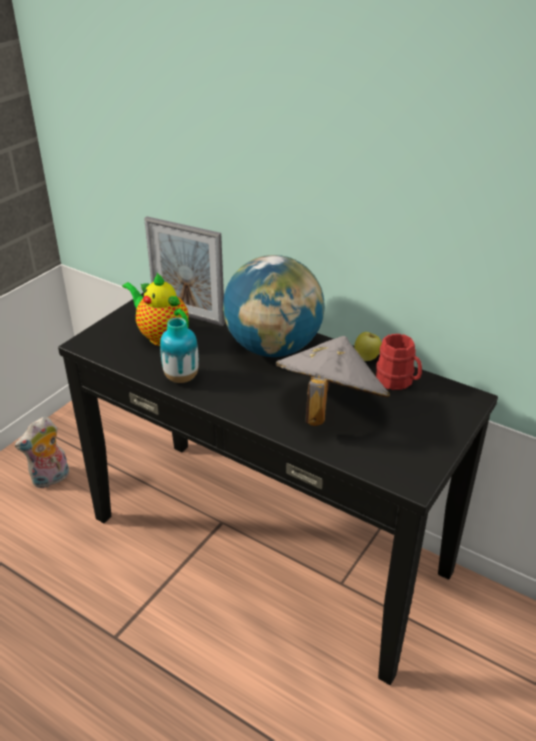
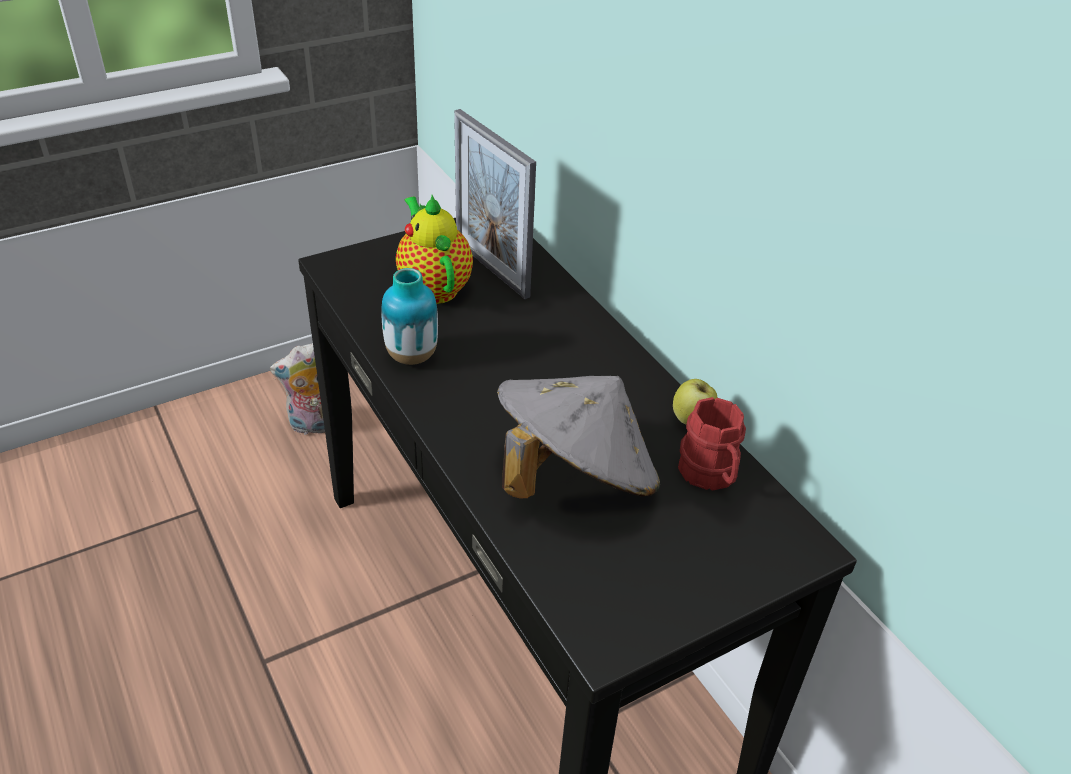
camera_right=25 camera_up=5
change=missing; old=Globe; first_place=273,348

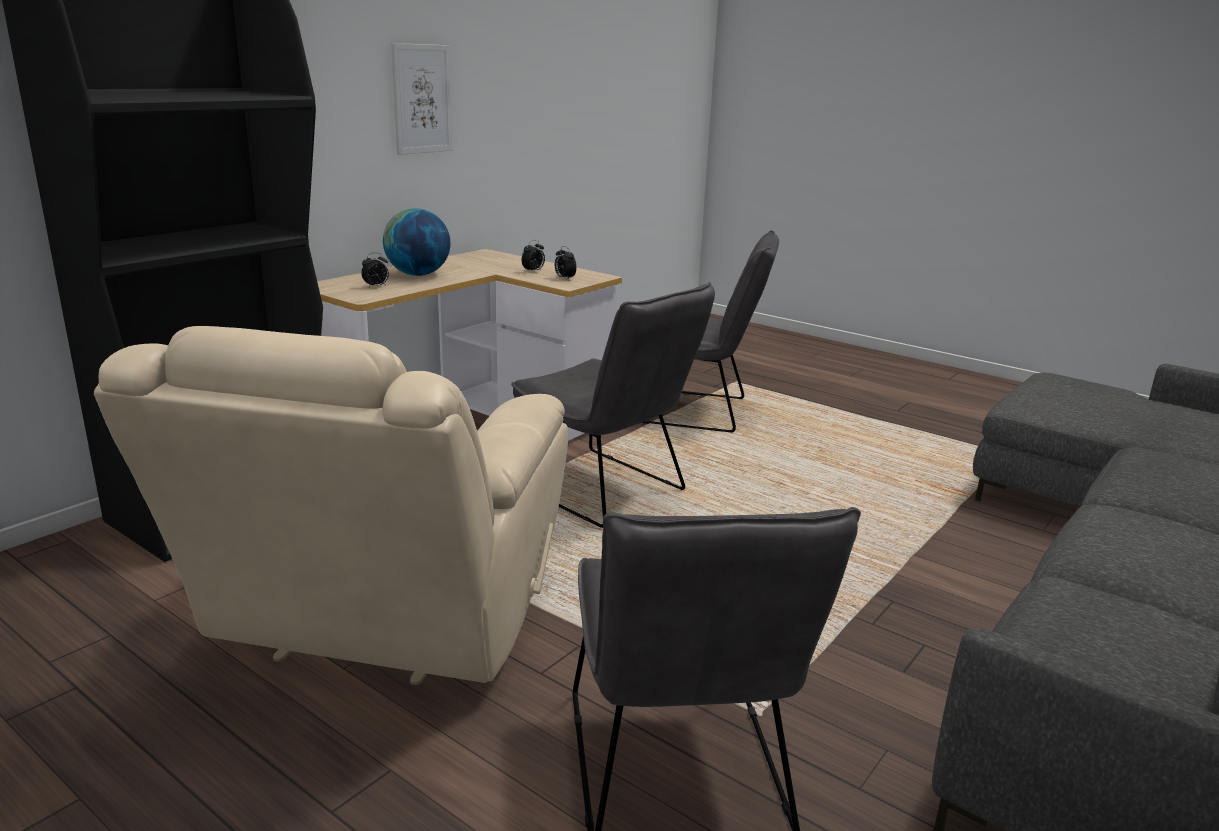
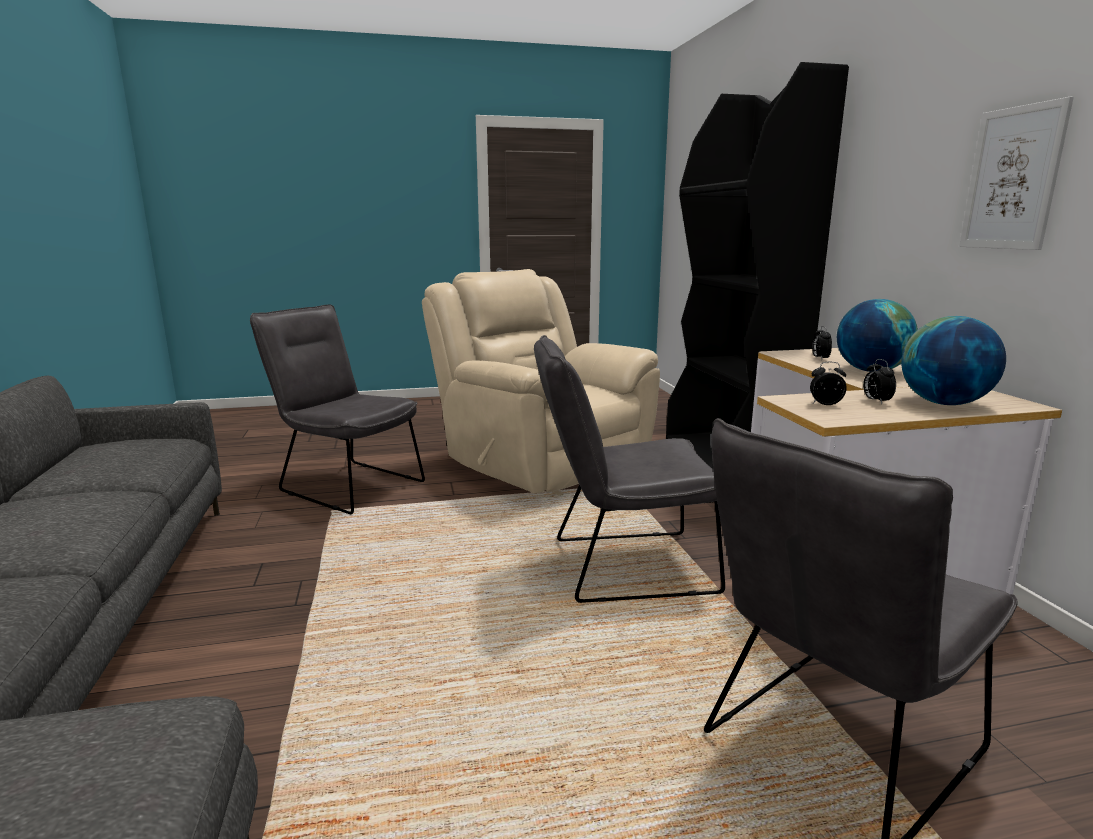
camera_right=130 camera_up=-5
change=appeared; new=Globe; second_place=943,403

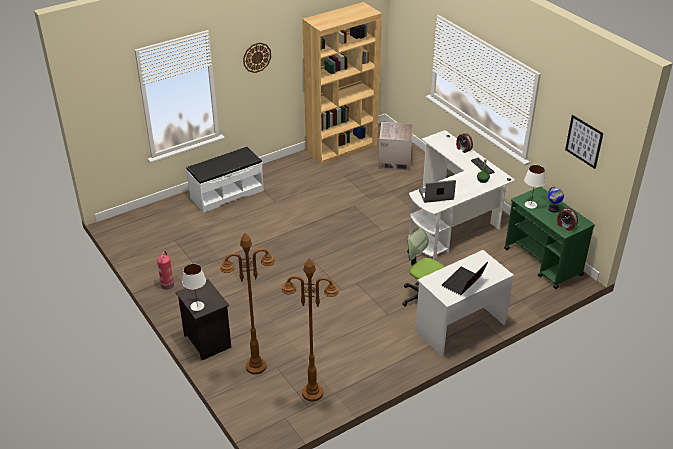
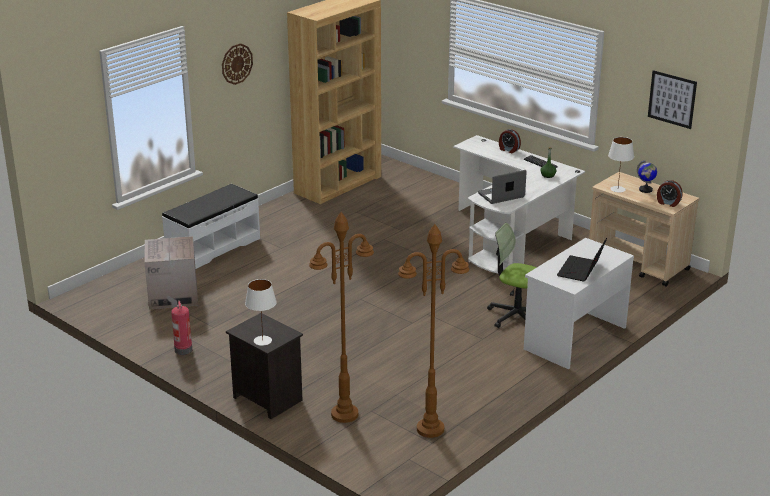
camera_right=-15 camera_up=-10
change=relocated; old=CardboardBox; first_place=394,160; second_place=173,295
change=colour; old=GreenCart; new=BeigeCart; first_place=543,262; second_place=638,264

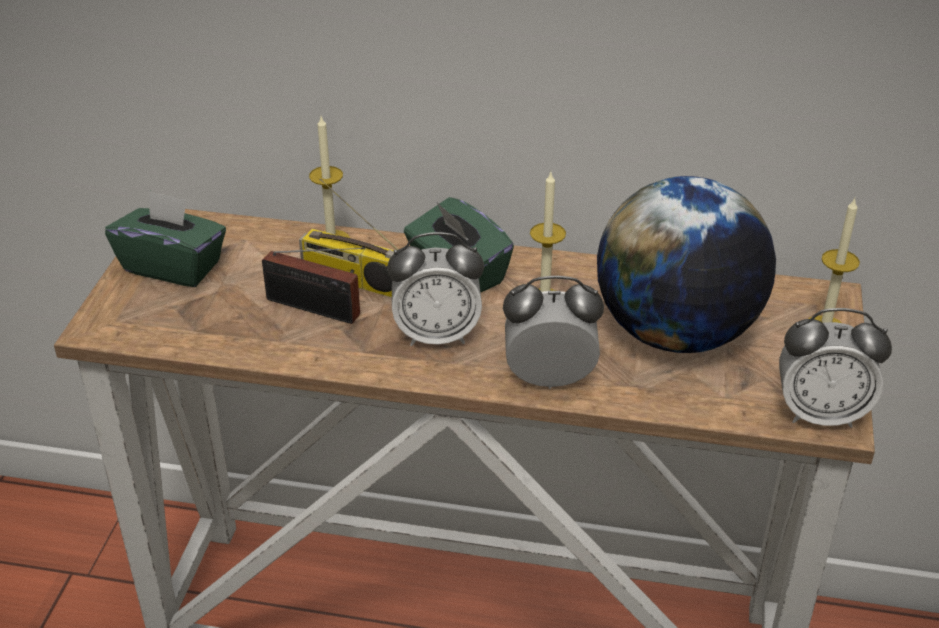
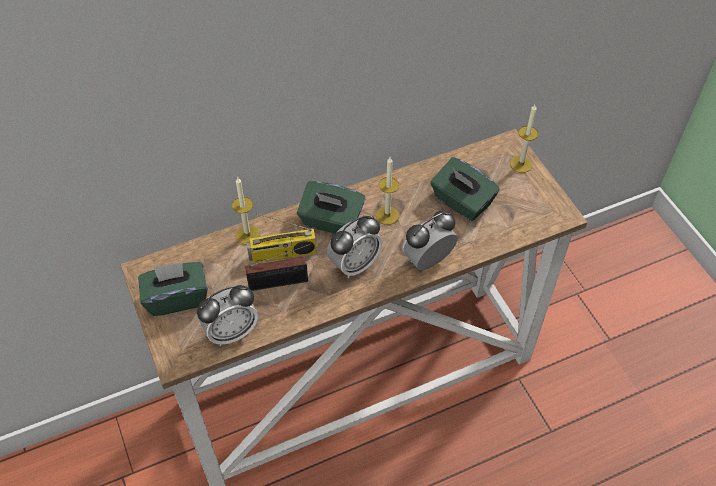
camera_right=-35 camera_up=15
change=relocated; old=AlarmClock; first_place=820,414; second_place=231,332
change=exchanged; old=Globe; new=GreenTissueBox; first_place=676,333; second_place=461,202

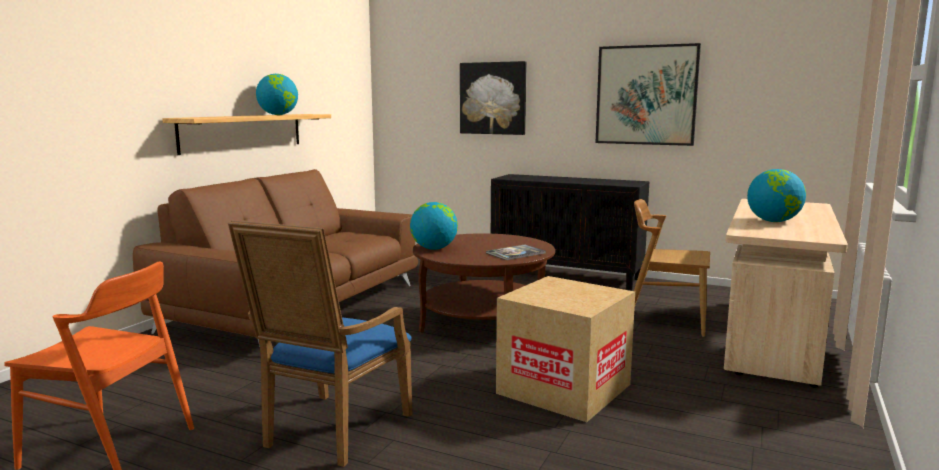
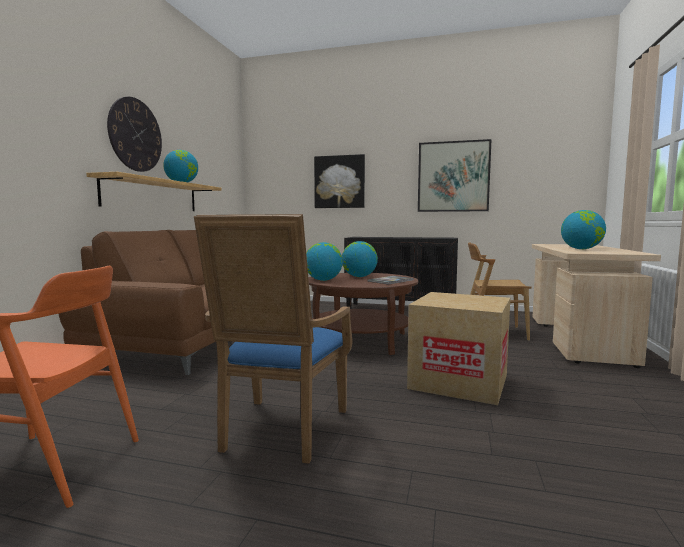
camera_right=-10 camera_up=-5
change=appeared; new=WallClock; second_place=135,135
change=appeared; new=Globe; second_place=359,277

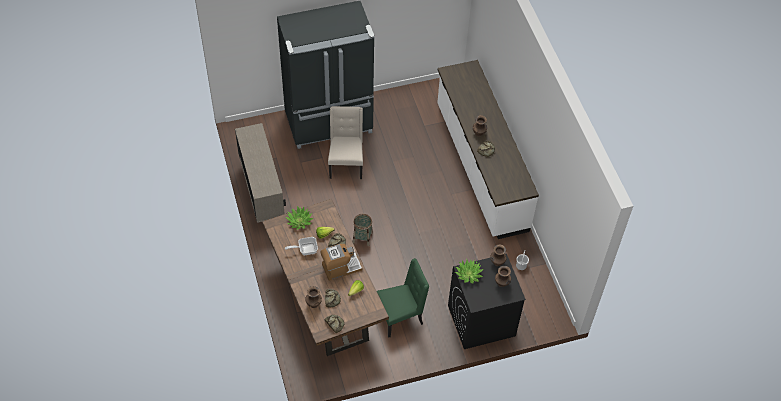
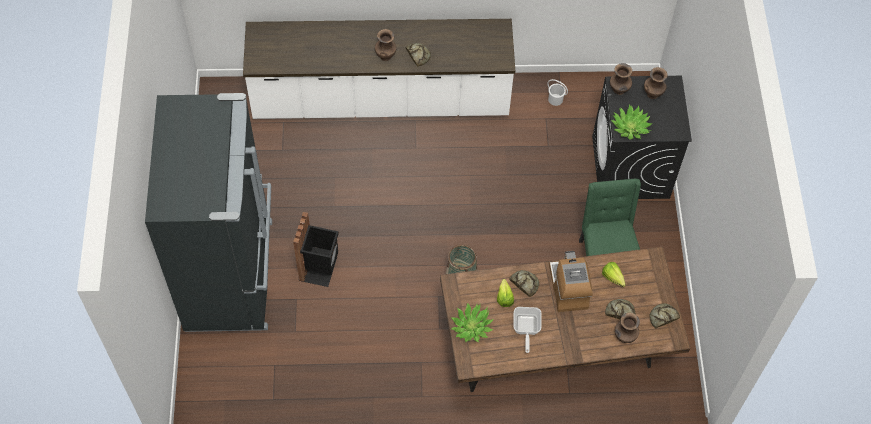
camera_right=-75 camera_up=5
change=exchanged; old=BeigeChair; new=BlackTrashCan; first_place=346,164; second_place=320,269
change=missing; old=BeigeCabinet; first_place=262,195

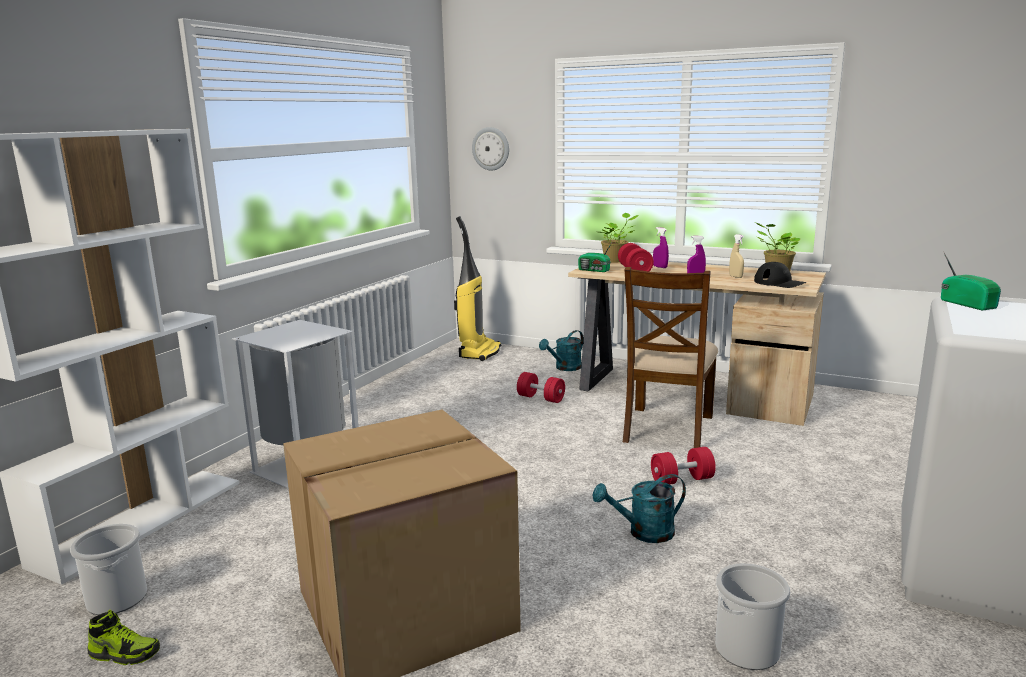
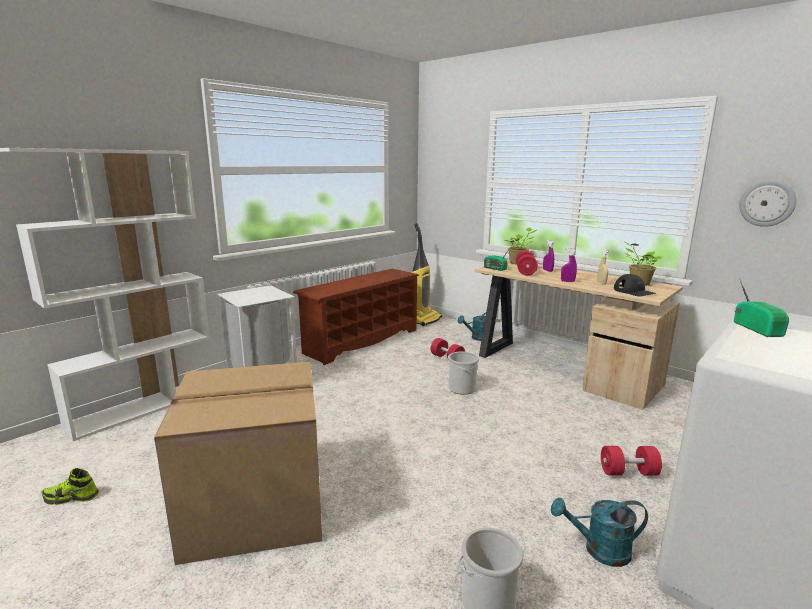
camera_right=15 camera_up=0
change=spun; old=Shoe; first_place=125,654; second_place=71,498; degrees=150
change=appeared; new=BrownShoeRack; second_place=361,341
change=relocated; old=Bucket; first_place=116,599; second_place=461,388
change=relocated; old=TurquoiseWateringCan; first_place=643,533; second_place=599,550
change=relocated; old=RedDumbbell; first_place=682,480; second_place=628,472
change=relocated; old=WallClock; first_place=491,148; second_place=767,203
change=missing; old=BrownChair; first_place=667,428

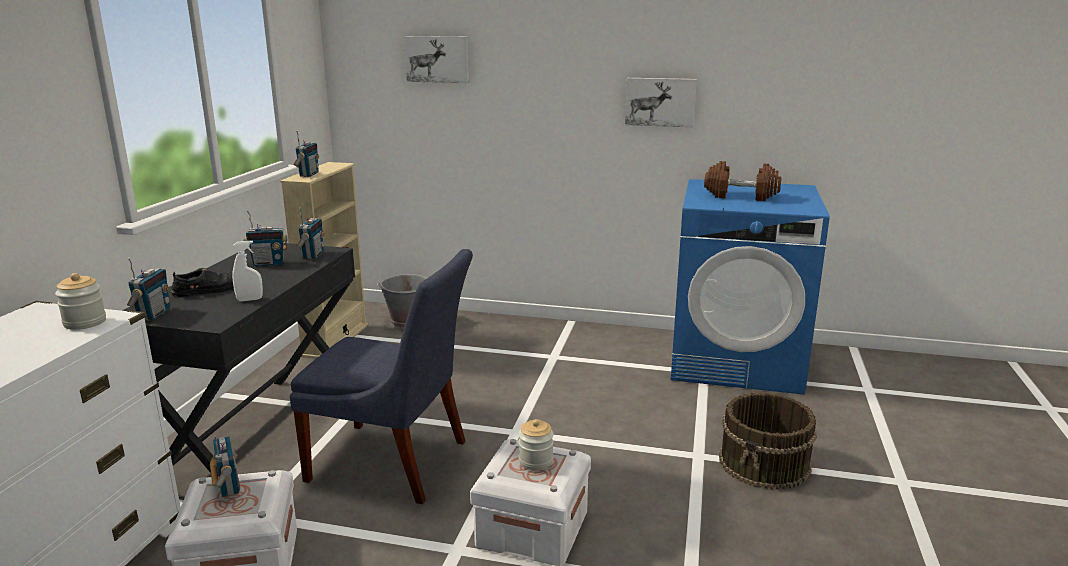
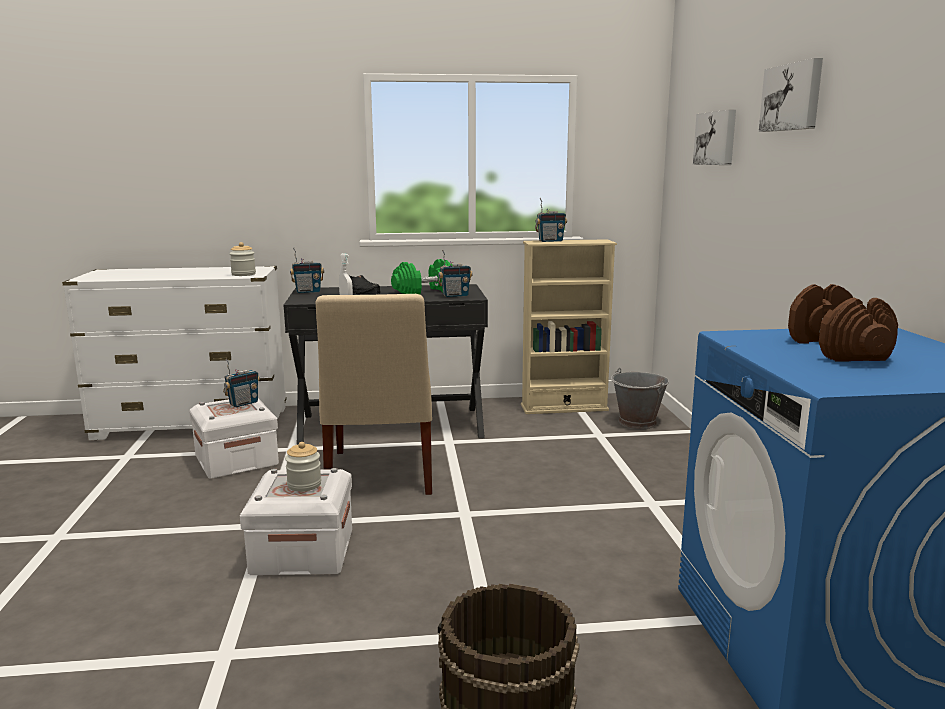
camera_right=70 camera_up=-5
change=colour; old=BlueChair; new=BeigeChair; first_place=394,463; second_place=379,475
change=exchanged; old=Radio; new=GreenDumbbell; first_place=268,263; second_place=425,292
change=relocated; old=Picture; first_place=660,102; second_place=792,97

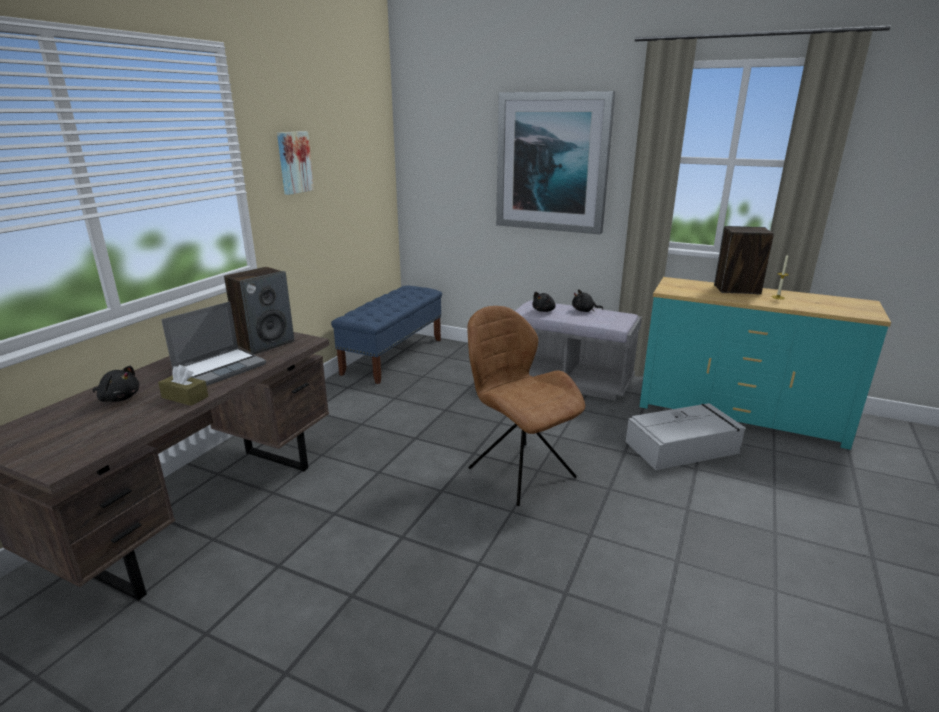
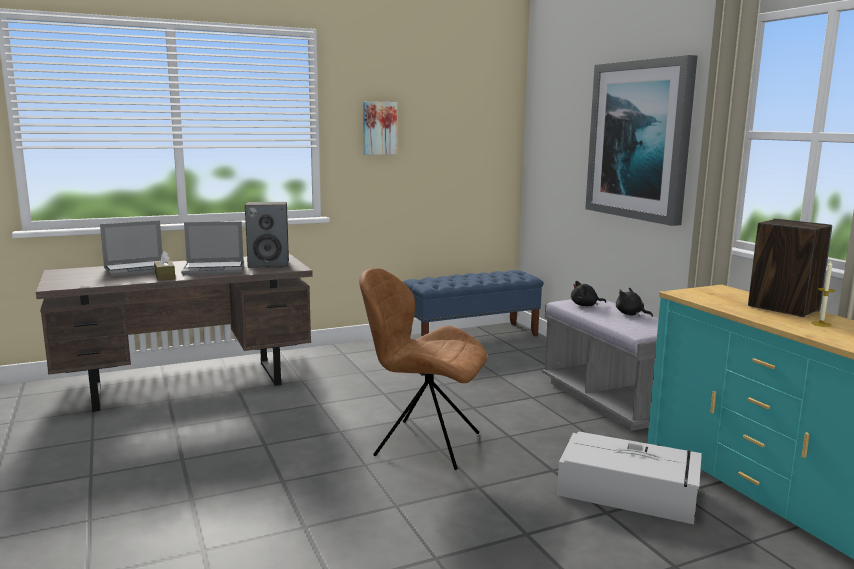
camera_right=40 camera_up=-10
change=exchanged; old=BlackPlushToy; new=Laptop; first_place=119,398; second_place=138,270
change=spun; old=BrownChair; first_place=519,471; second_place=423,443; degrees=-75

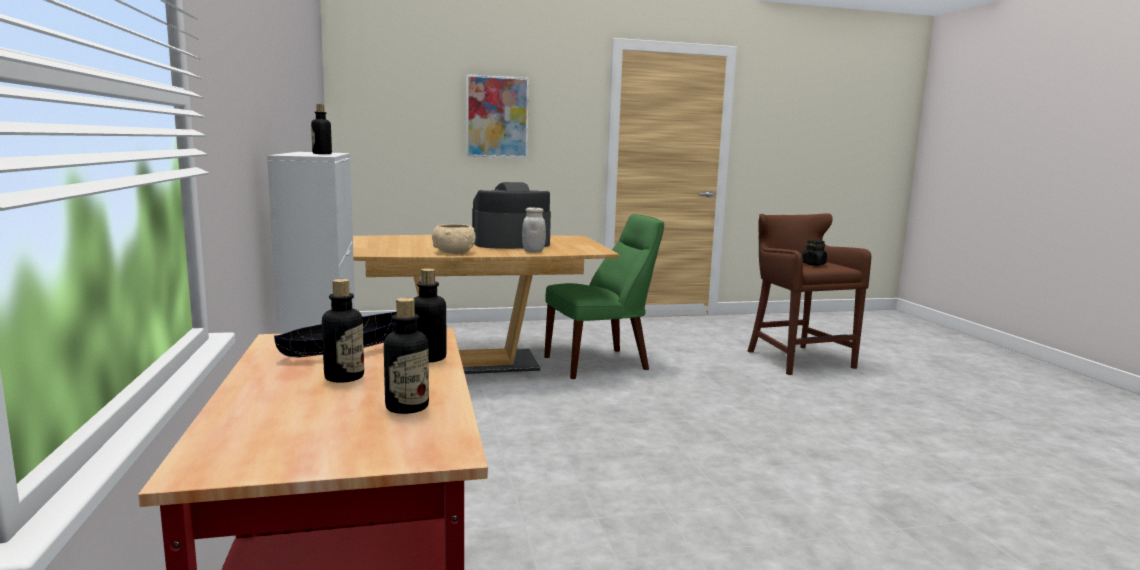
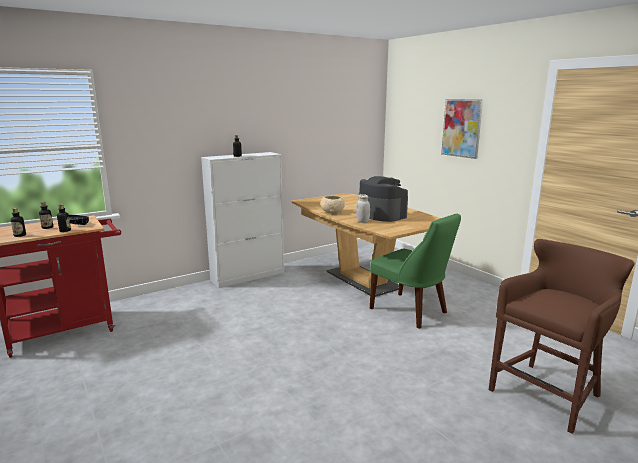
camera_right=70 camera_up=5
change=missing; old=BlackJar; first_place=813,264

